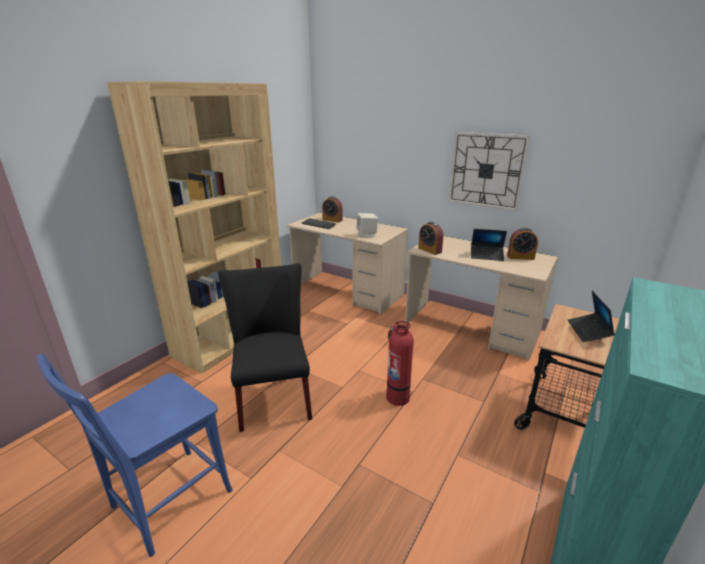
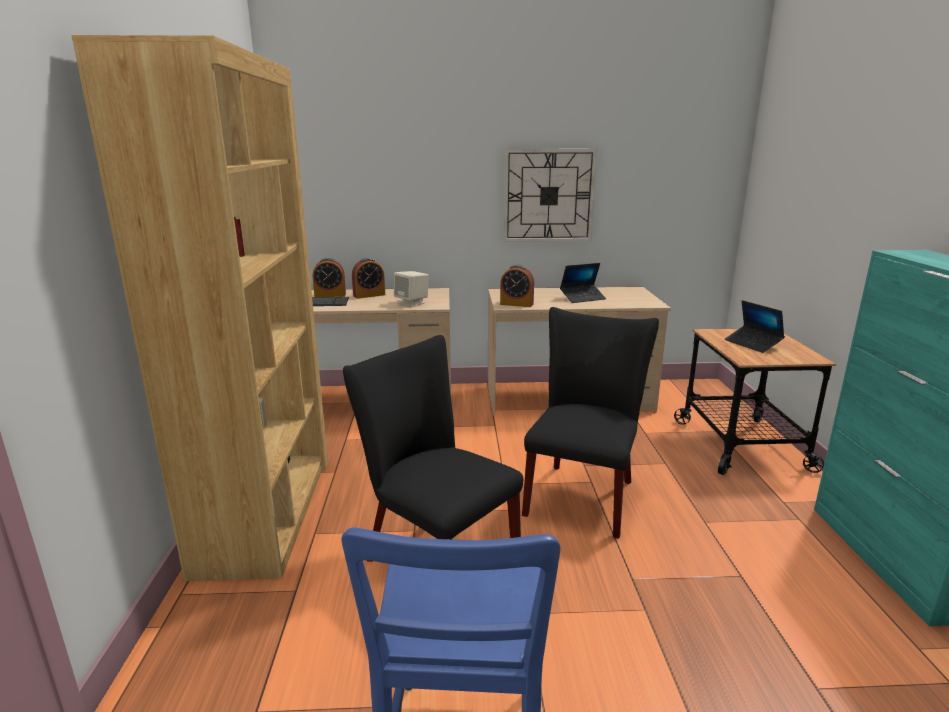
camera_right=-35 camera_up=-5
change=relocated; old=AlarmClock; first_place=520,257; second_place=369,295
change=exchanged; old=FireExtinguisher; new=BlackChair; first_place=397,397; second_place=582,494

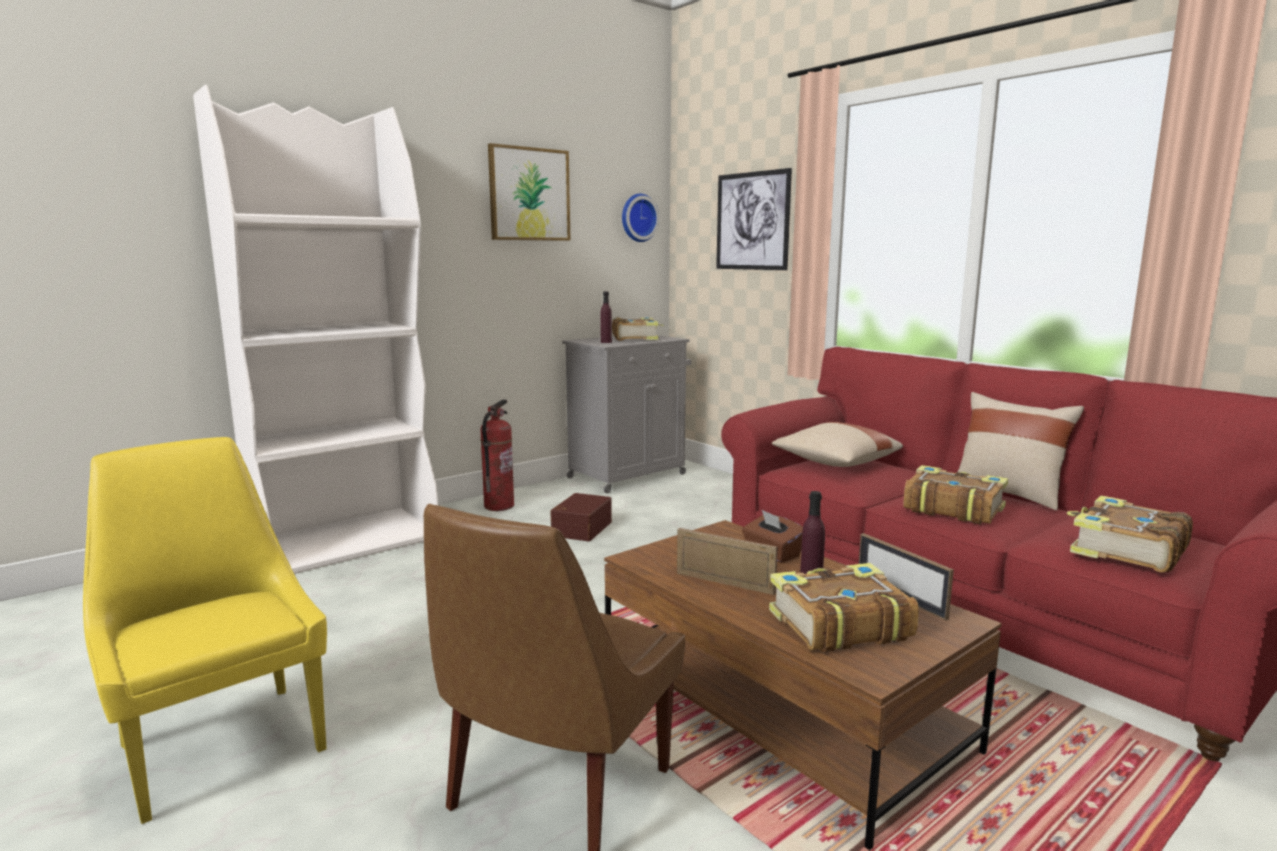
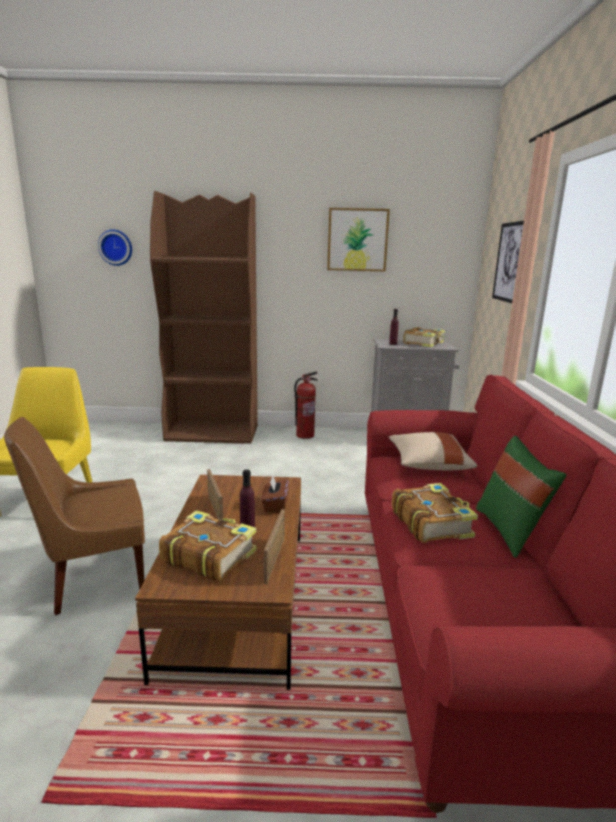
camera_right=40 camera_up=5
change=relocated; old=WallClock; first_place=637,218; second_place=116,247
change=colour; old=WhiteBookcase; new=BrownBookcase; first_place=347,542; second_place=213,433
change=colour; old=BeigePillow; new=GreenPillow; first_place=1008,494; second_place=510,531
change=missing; old=BrownStorageBox; first_place=580,528
change=missing; old=Book; first_place=1125,550

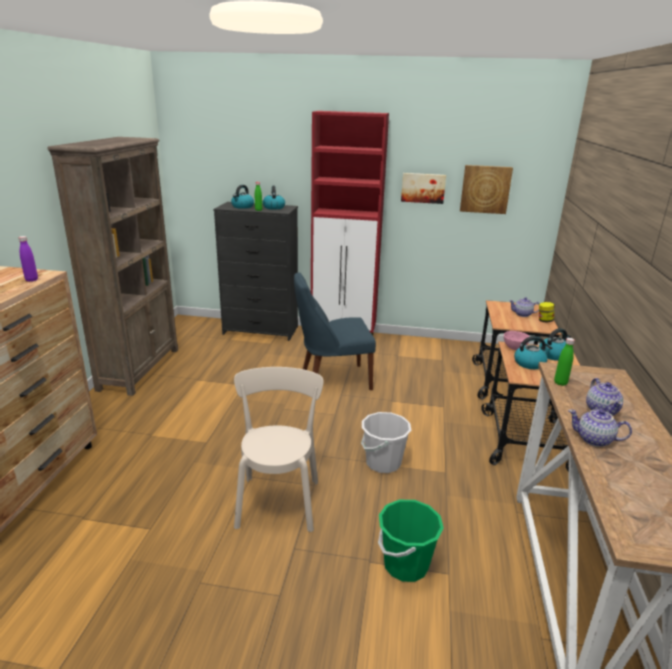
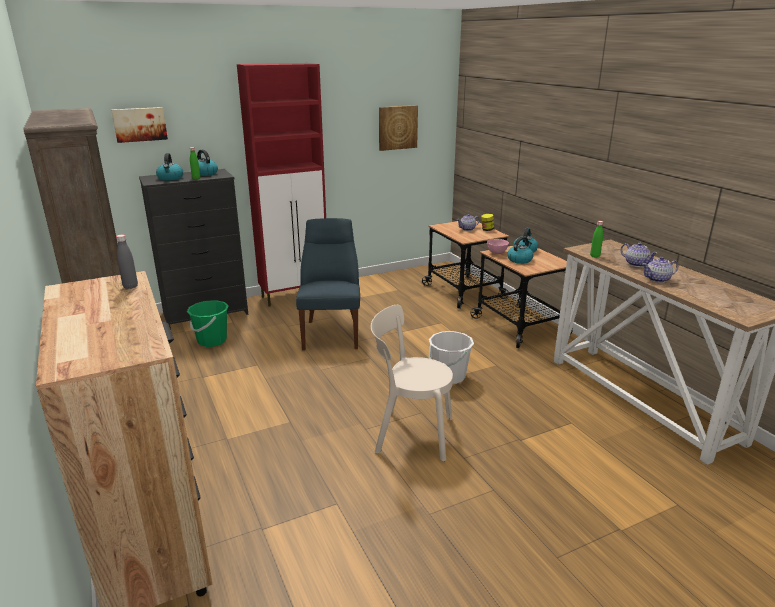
camera_right=-35 camera_up=0
change=relocated; old=Picture; first_place=423,188; second_place=139,124
change=colour; old=PurpleBottle; new=GreyBottle; first_place=31,280; second_place=130,286
change=relocated; old=GreenBucket; first_place=405,564; second_place=212,341
change=spun; old=BlueChair; first_place=332,379; second_place=332,333; degrees=135
change=spun; old=BeigeChair; first_place=278,500; second_place=410,434; degrees=-45

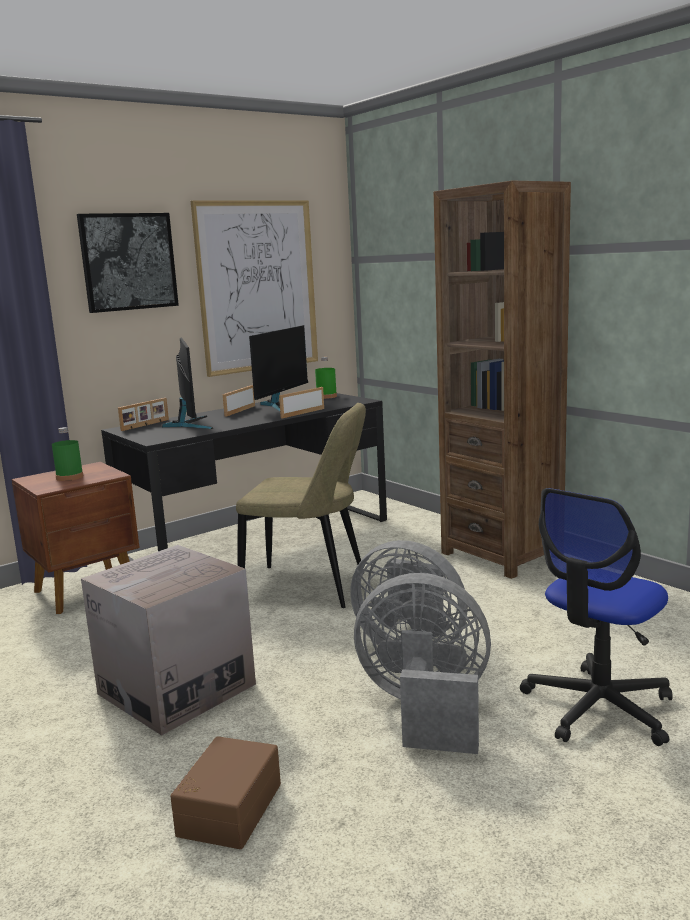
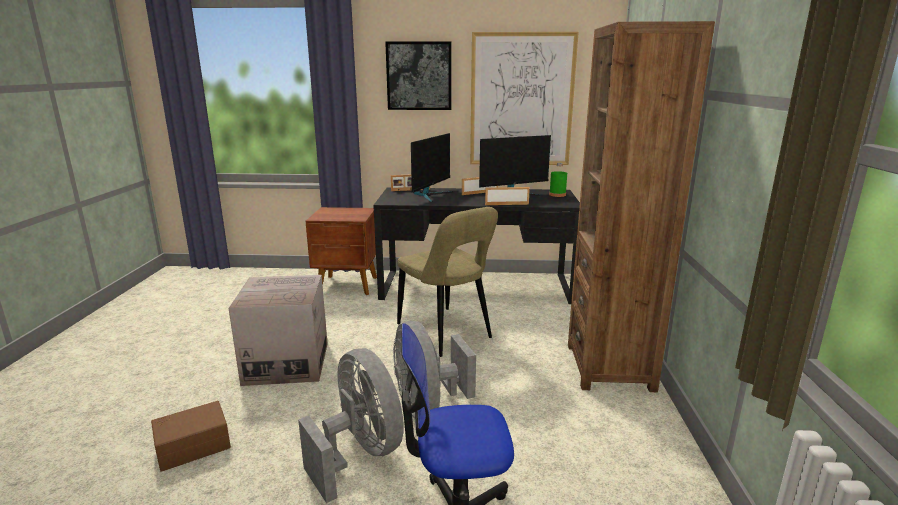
camera_right=40 camera_up=5
change=missing; old=GreenBottle; first_place=69,477

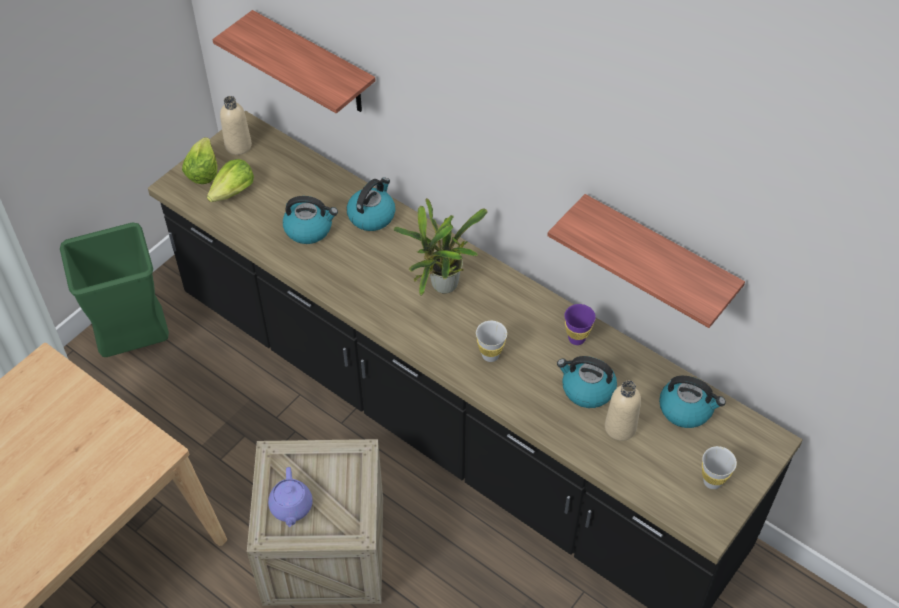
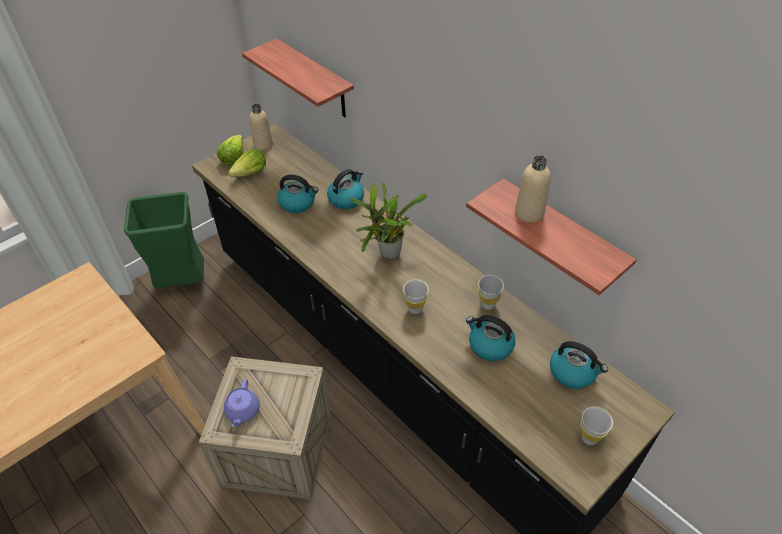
camera_right=10 camera_up=-5
change=colour; old=PurpleCup; new=WhiteCup; first_place=576,338; second_place=488,304
change=relocated; old=BeigeBottle; first_place=620,427; second_place=529,213

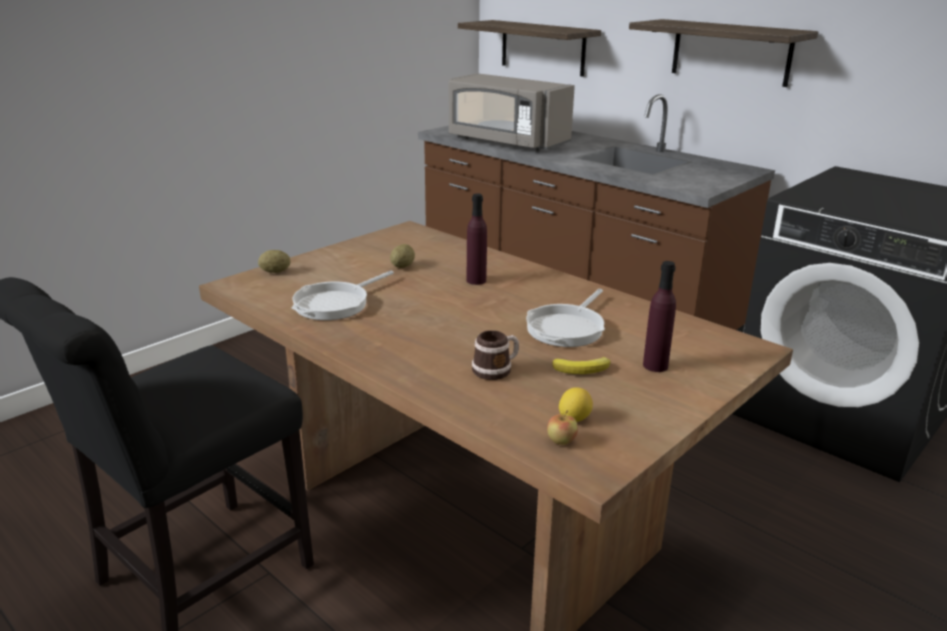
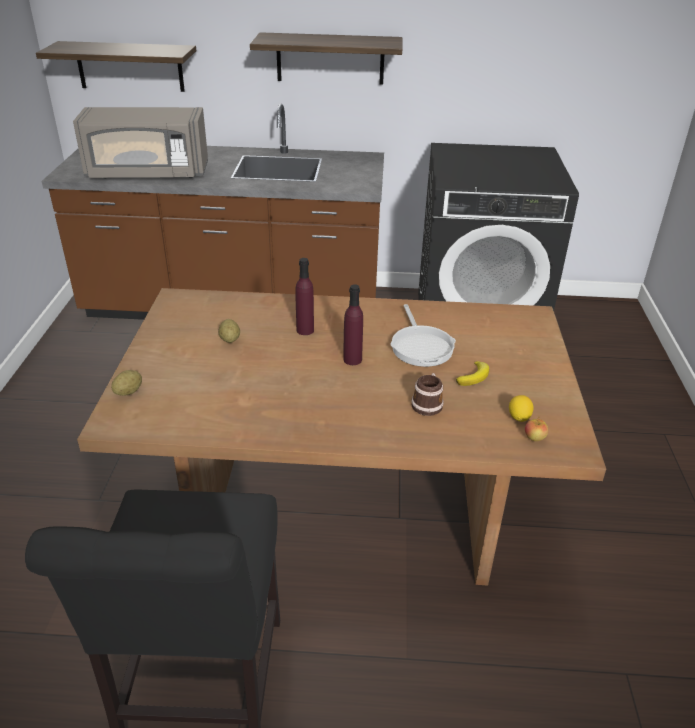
camera_right=-40 camera_up=10
change=relocated; old=PurpleBottle; first_place=655,365; second_place=352,359
change=missing; old=FryingPan; first_place=335,304

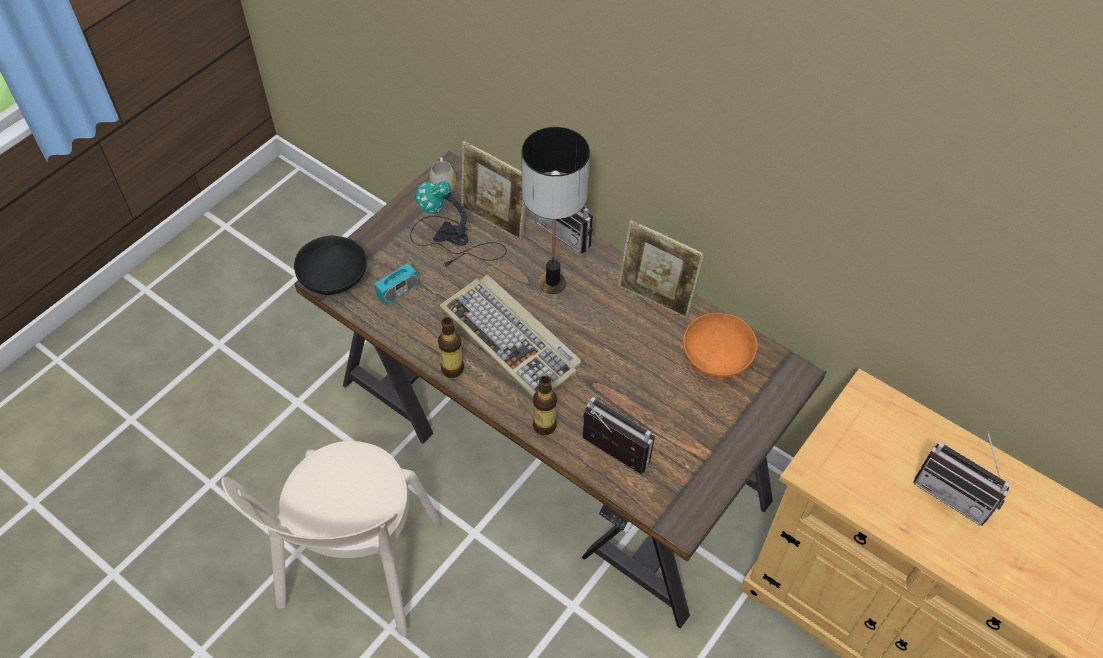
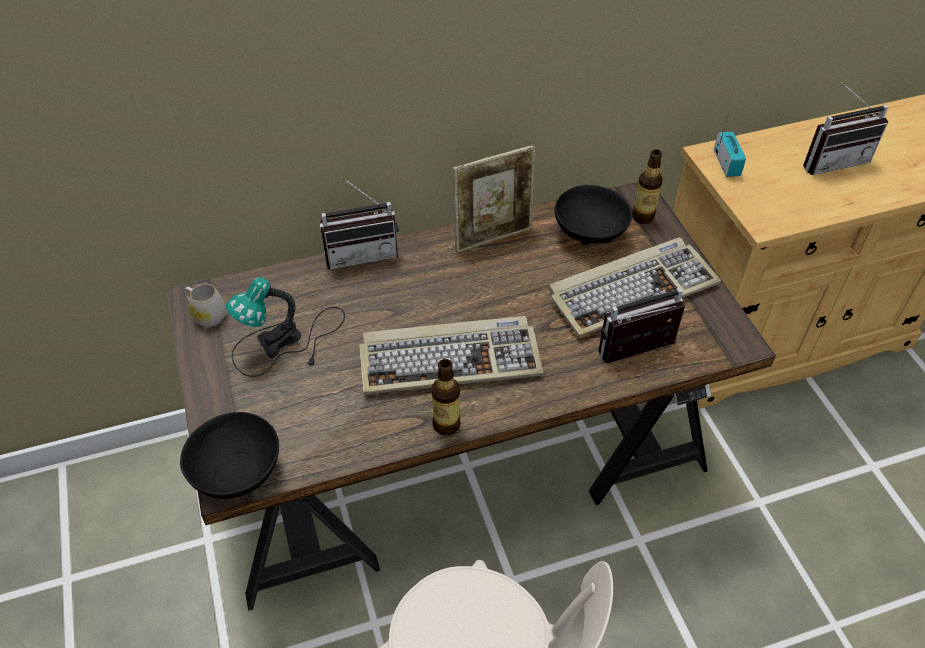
camera_right=-55 camera_up=-5
change=appeared; new=Keyboard; second_place=632,289
change=colour; old=OrangeBowl; new=BlackBowl; first_place=715,359; second_place=588,234
change=relocated; old=Bottle; first_place=544,426; second_place=643,217
change=relocated; old=Radio; first_place=398,291; second_place=726,163
change=missing; old=PictureFrame; first_place=494,222
change=missing; old=TableLamp; first_place=553,284

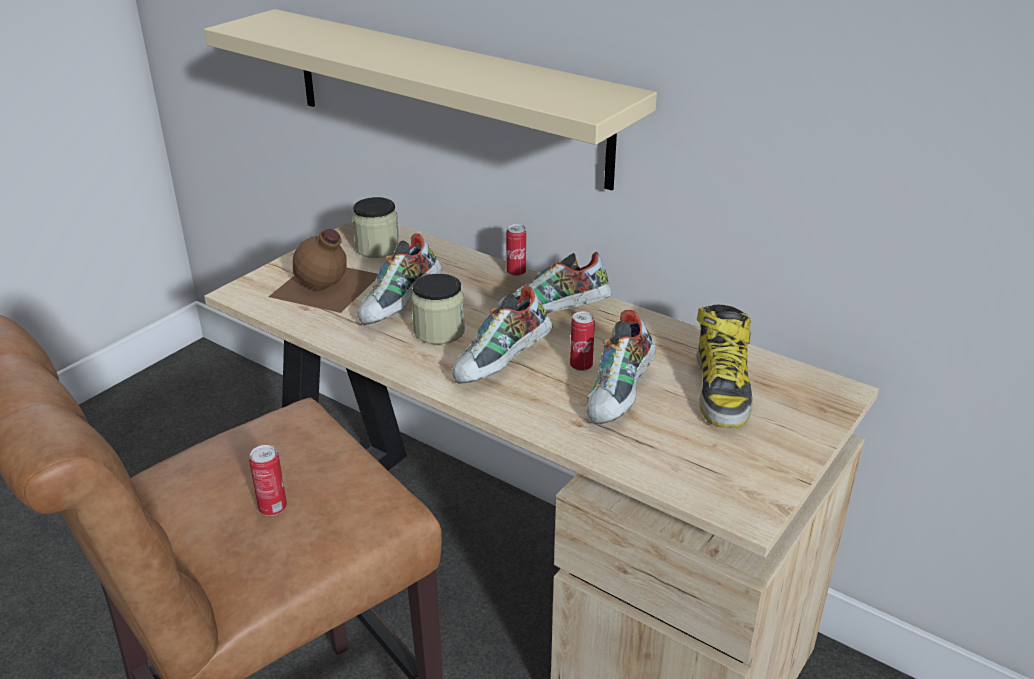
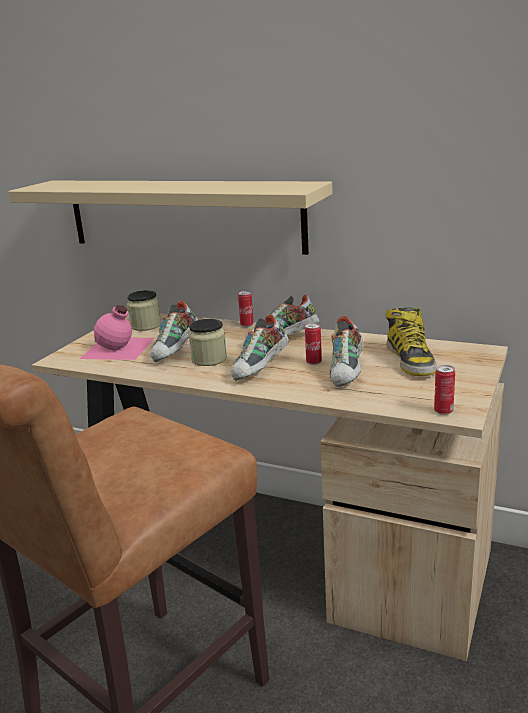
camera_right=-10 camera_up=-10
change=colour; old=BrownBottle; new=PinkBottle; first_place=326,286; second_place=118,348
change=relocated; old=Can; first_place=273,508; second_place=443,411

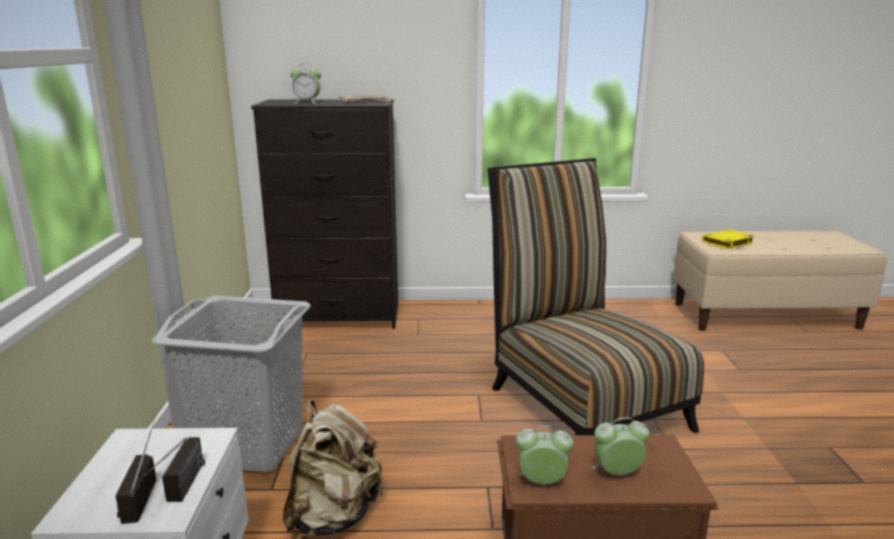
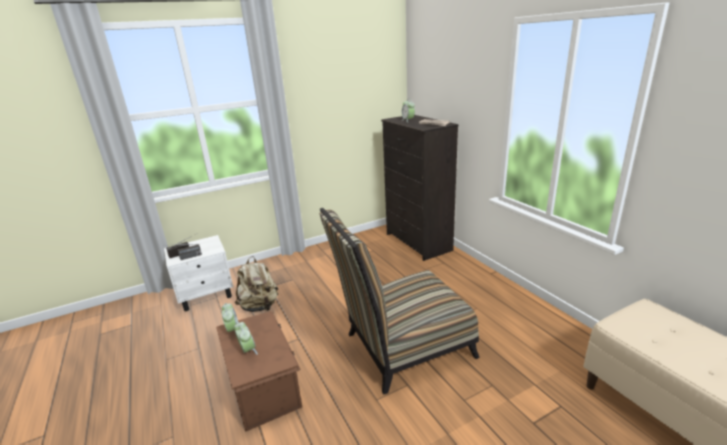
camera_right=65 camera_up=5
change=spun; old=Chair; first_place=581,401; second_place=402,348; degrees=-150
change=missing; old=GreyLaundryBasket; first_place=250,445
change=missing; old=YellowBook; first_place=727,242

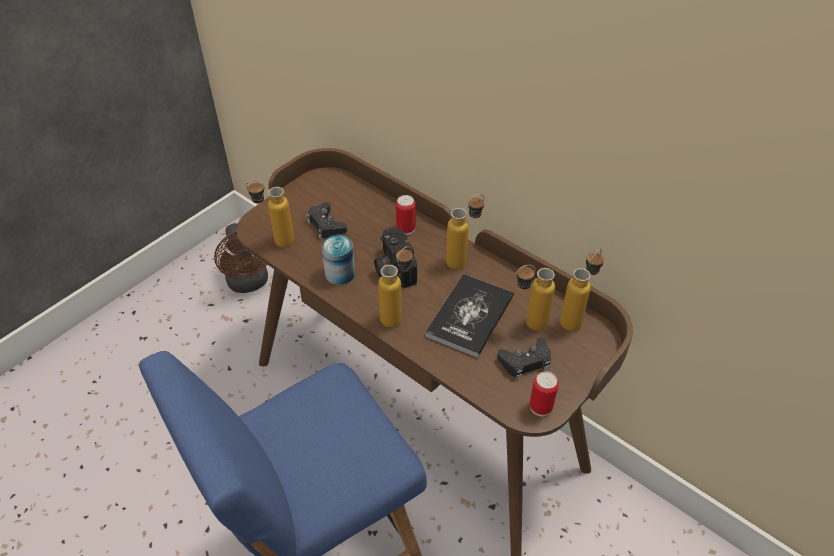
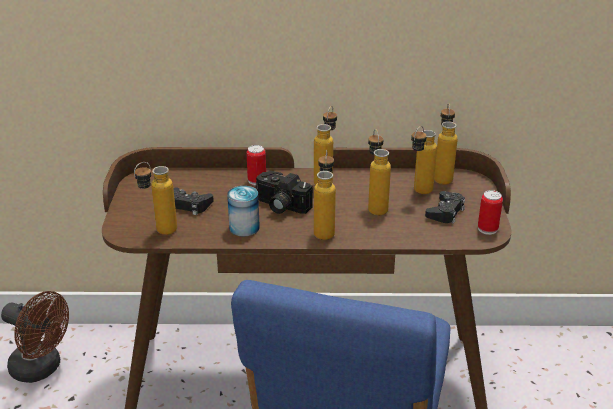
camera_right=-40 camera_up=-15
change=exchanged; old=Book; new=Bottle; first_place=470,316; second_place=375,206

